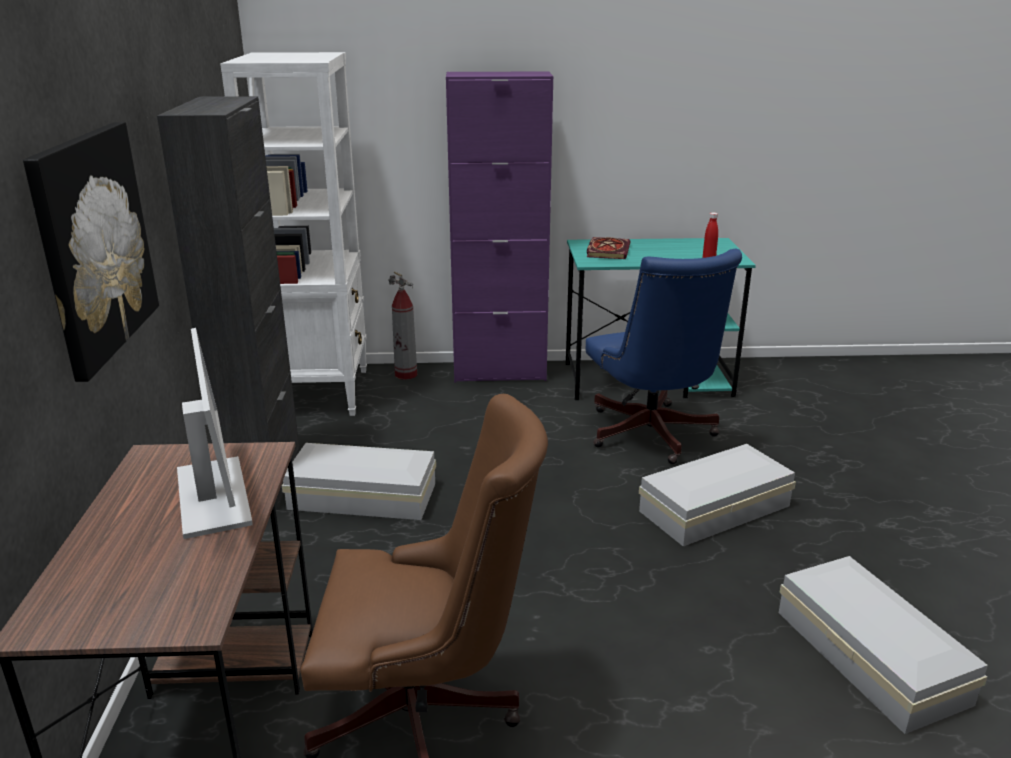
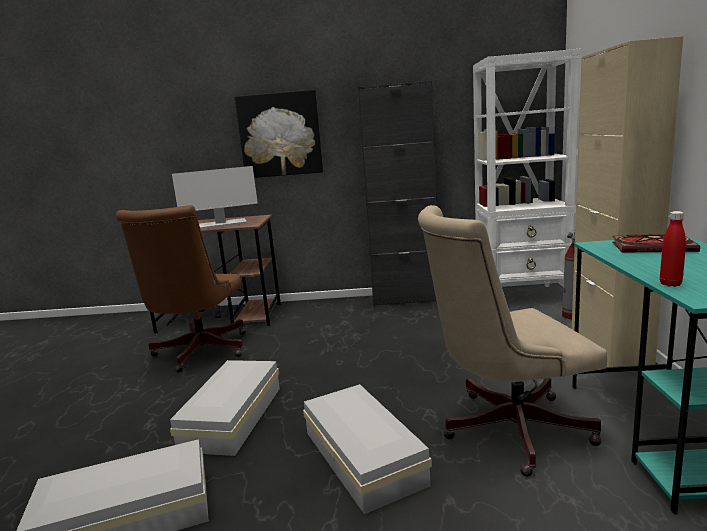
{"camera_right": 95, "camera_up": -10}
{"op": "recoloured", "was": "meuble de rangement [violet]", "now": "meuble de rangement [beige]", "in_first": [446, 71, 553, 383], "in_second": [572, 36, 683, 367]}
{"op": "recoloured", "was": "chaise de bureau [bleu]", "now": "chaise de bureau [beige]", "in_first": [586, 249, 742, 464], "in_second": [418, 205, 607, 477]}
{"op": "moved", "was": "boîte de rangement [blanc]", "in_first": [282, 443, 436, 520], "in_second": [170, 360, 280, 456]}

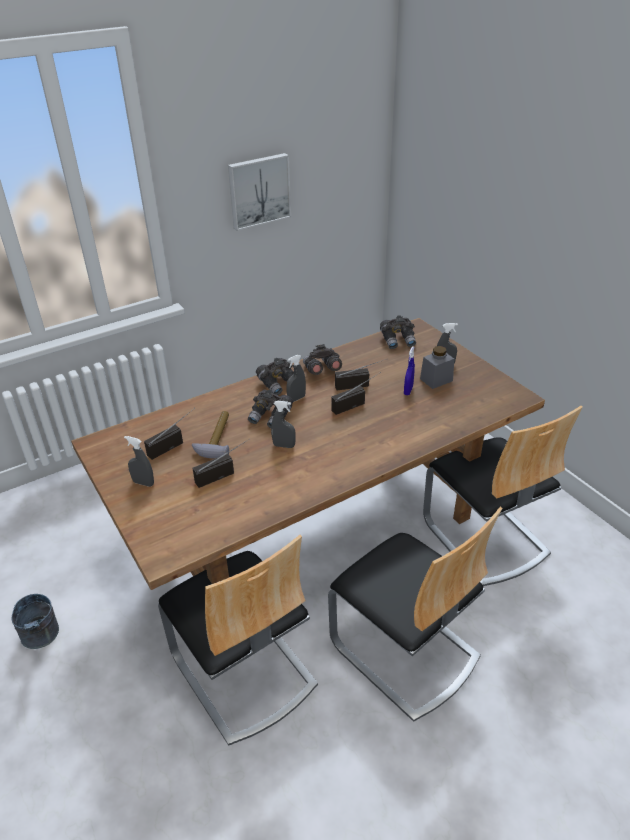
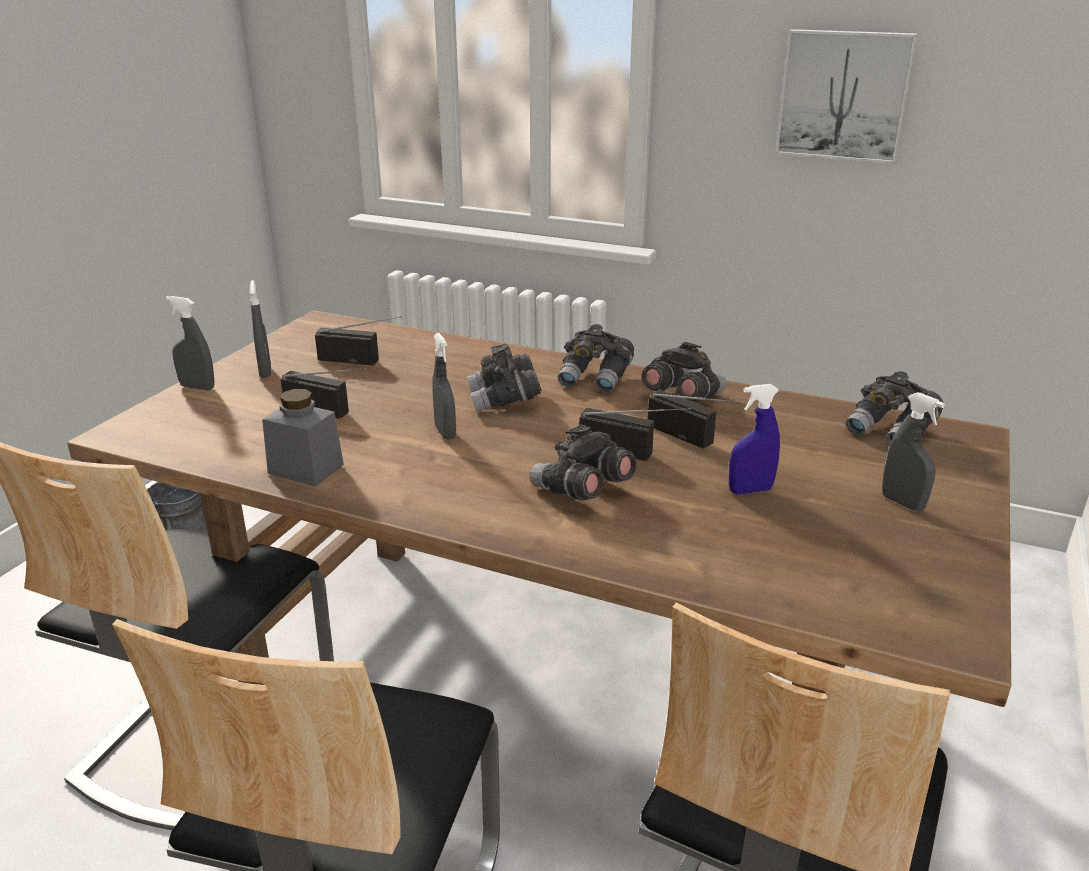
{"camera_right": 55, "camera_up": -10}
{"op": "moved", "was": "bocal [gris]", "in_first": [420, 346, 454, 389], "in_second": [262, 389, 344, 486]}
{"op": "moved", "was": "vaporisateur [gris]", "in_first": [286, 355, 306, 402], "in_second": [166, 296, 215, 390]}
{"op": "removed", "was": "marteau", "in_first": [192, 411, 229, 459]}
{"op": "added", "now": "jumelles [gris]", "in_second": [529, 424, 636, 501]}

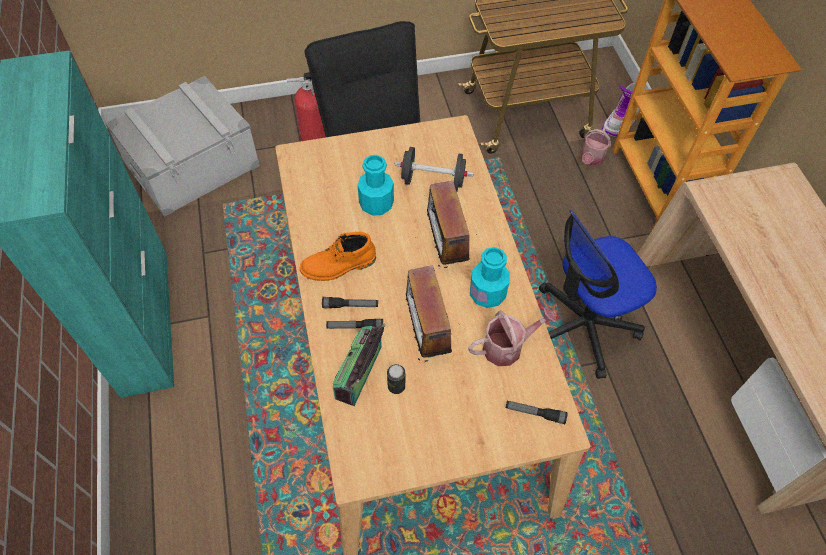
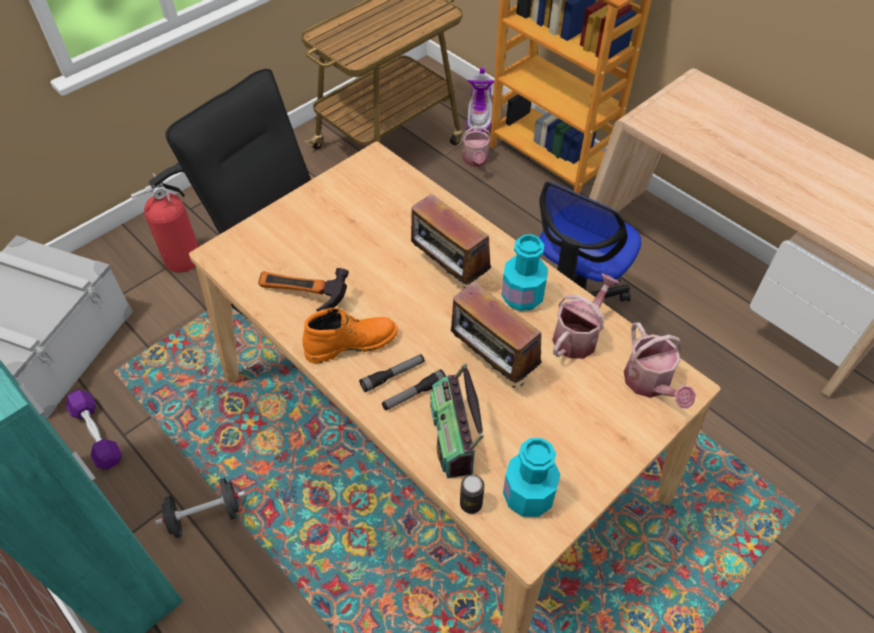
{"camera_right": -30, "camera_up": -5}
{"op": "moved", "was": "haltère [noir]", "in_first": [395, 147, 473, 192], "in_second": [155, 478, 245, 538]}
{"op": "moved", "was": "bouteille [turquoise]", "in_first": [358, 155, 394, 216], "in_second": [503, 438, 560, 517]}
{"op": "turned", "was": "botte [orange]", "in_first": [300, 232, 376, 281], "in_second": [303, 308, 398, 364], "clockwise": -150}
{"op": "moved", "was": "boîte métallique", "in_first": [387, 364, 405, 394], "in_second": [460, 475, 485, 514]}
{"op": "replaced", "was": "lampe de poche", "now": "arrosoir", "in_first": [506, 401, 568, 424], "in_second": [624, 322, 696, 409]}
{"op": "added", "now": "marteau", "in_second": [258, 268, 349, 312]}
{"op": "added", "now": "haltère [violet]", "in_second": [66, 390, 122, 470]}

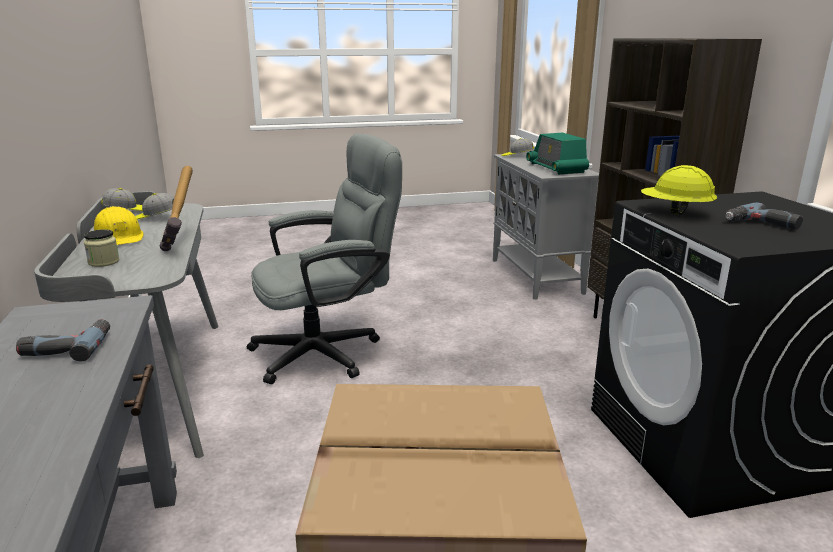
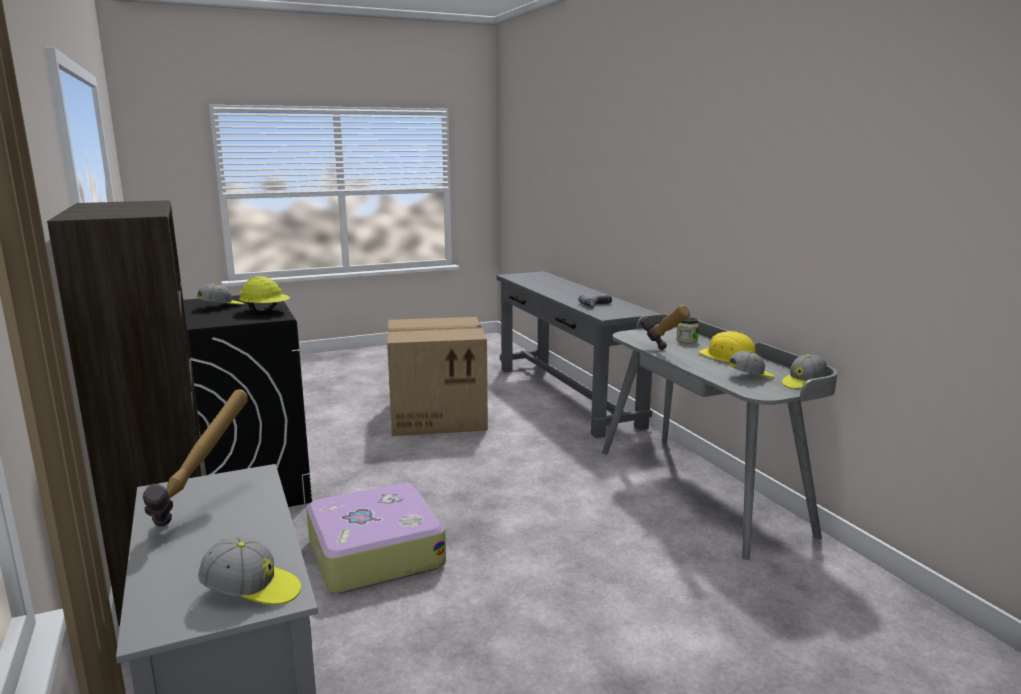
{"camera_right": 170, "camera_up": -5}
{"op": "removed", "was": "chaise de bureau [gris]", "in_first": [247, 133, 402, 384]}
{"op": "replaced", "was": "radio", "now": "marteau", "in_first": [526, 133, 589, 175], "in_second": [143, 389, 248, 526]}
{"op": "replaced", "was": "perceuse", "now": "casquette", "in_first": [725, 202, 803, 230], "in_second": [197, 283, 244, 305]}
{"op": "added", "now": "valise", "in_second": [306, 482, 446, 593]}

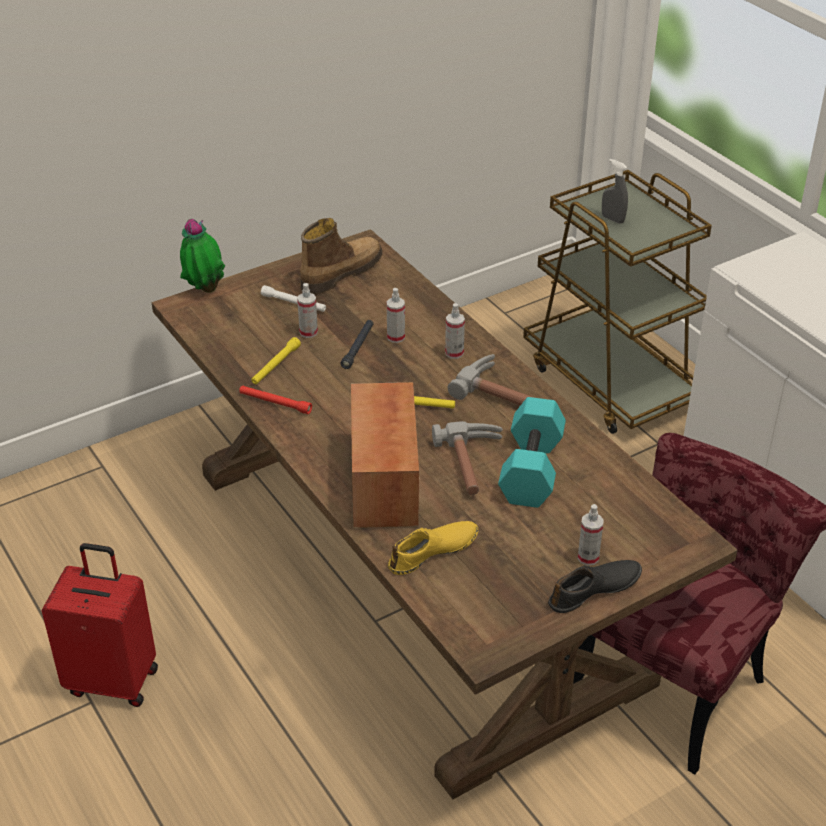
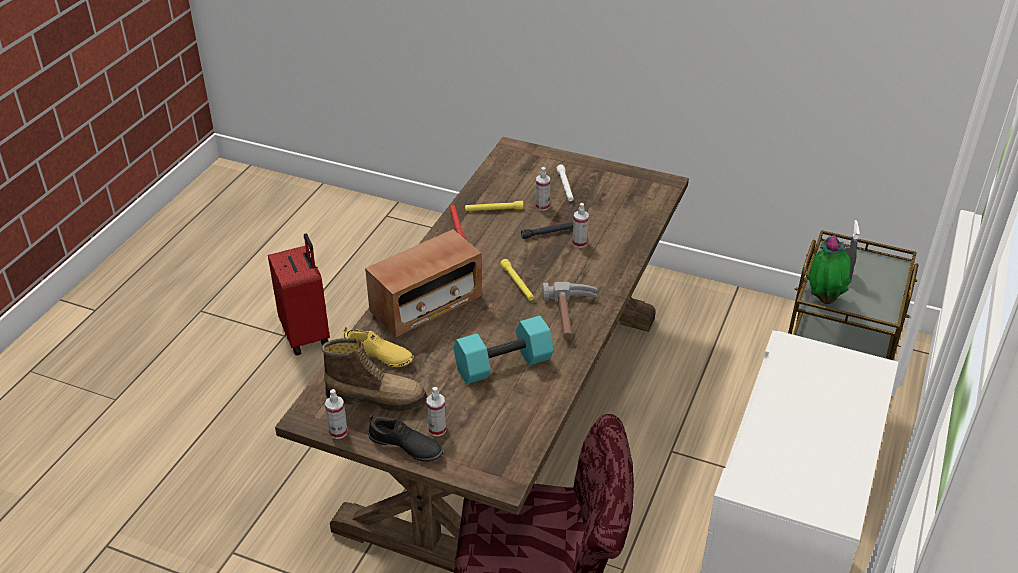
{"camera_right": 55, "camera_up": 0}
{"op": "moved", "was": "botte", "in_first": [300, 218, 382, 295], "in_second": [322, 338, 427, 412]}
{"op": "moved", "was": "plante en pot", "in_first": [180, 219, 225, 293], "in_second": [806, 235, 852, 304]}
{"op": "moved", "was": "vaporisateur", "in_first": [445, 303, 465, 359], "in_second": [325, 389, 348, 439]}
{"op": "removed", "was": "marteau", "in_first": [432, 421, 503, 495]}

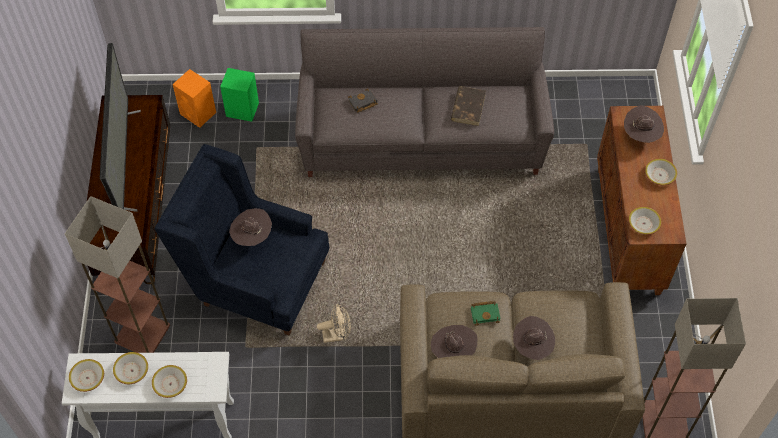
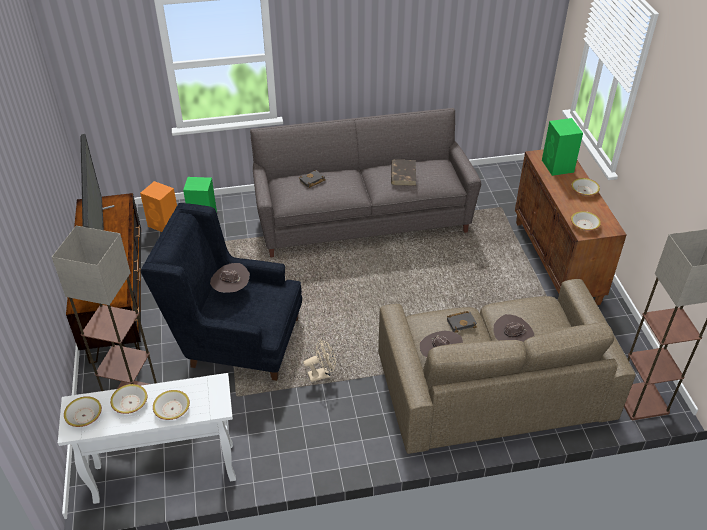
{"camera_right": -10, "camera_up": -15}
{"op": "replaced", "was": "chapeau [marron]", "now": "enceinte [vert]", "in_first": [624, 105, 664, 143], "in_second": [542, 118, 583, 176]}
{"op": "recoloured", "was": "livre [vert]", "now": "livre [noir]", "in_first": [471, 301, 501, 326], "in_second": [447, 311, 477, 333]}

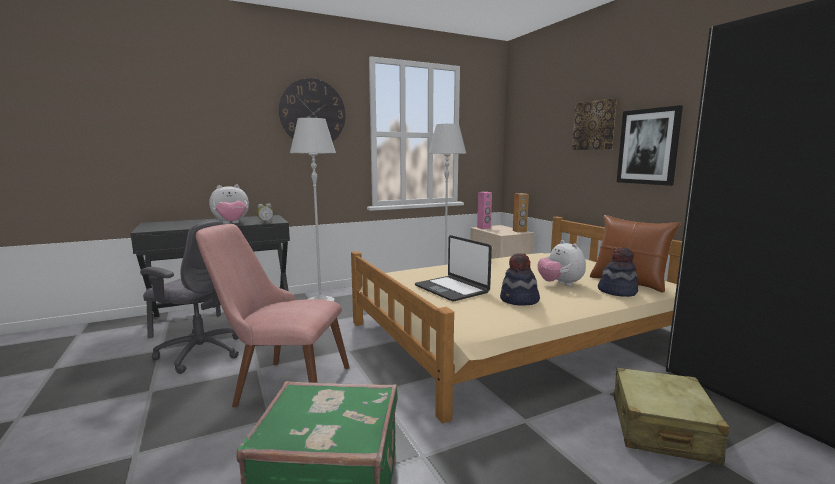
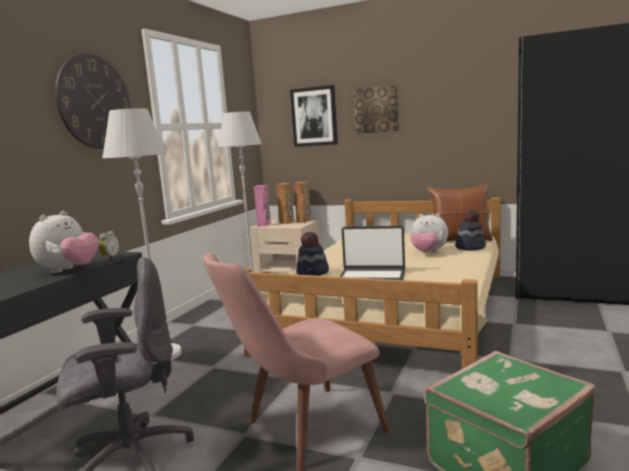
{"camera_right": -40, "camera_up": 0}
{"op": "moved", "was": "tableau", "in_first": [617, 105, 683, 186], "in_second": [290, 85, 338, 147]}
{"op": "moved", "was": "chapeau", "in_first": [500, 254, 540, 306], "in_second": [296, 231, 329, 276]}
{"op": "removed", "was": "valise [beige]", "in_first": [614, 368, 729, 465]}
{"op": "added", "now": "enceinte [marron]", "in_second": [276, 183, 294, 224]}

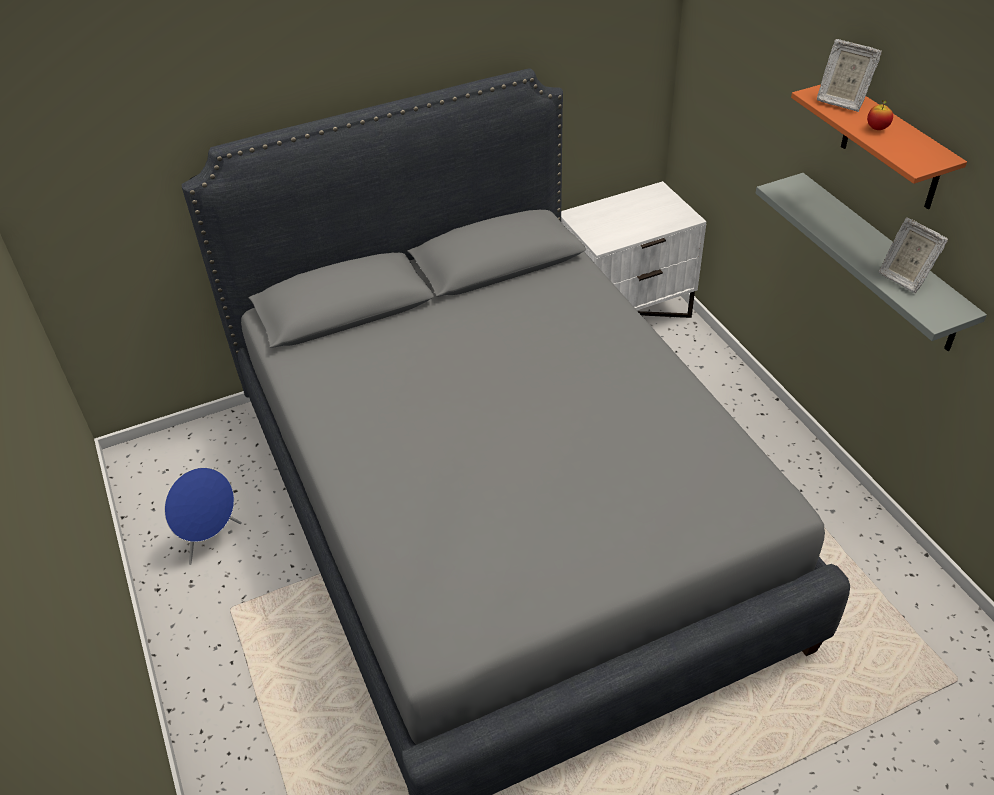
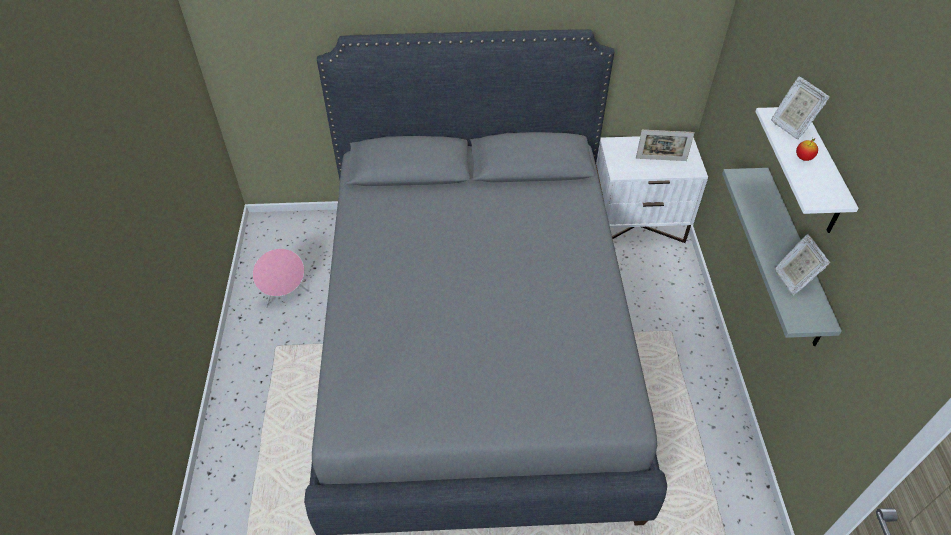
{"camera_right": 20, "camera_up": 5}
{"op": "recoloured", "was": "étagère [orange]", "now": "étagère [blanc]", "in_first": [791, 85, 967, 209], "in_second": [755, 107, 859, 233]}
{"op": "recoloured", "was": "enceinte [bleu]", "now": "enceinte [rose]", "in_first": [164, 467, 242, 565], "in_second": [252, 248, 309, 308]}
{"op": "added", "now": "cadre photo", "in_second": [636, 130, 695, 161]}

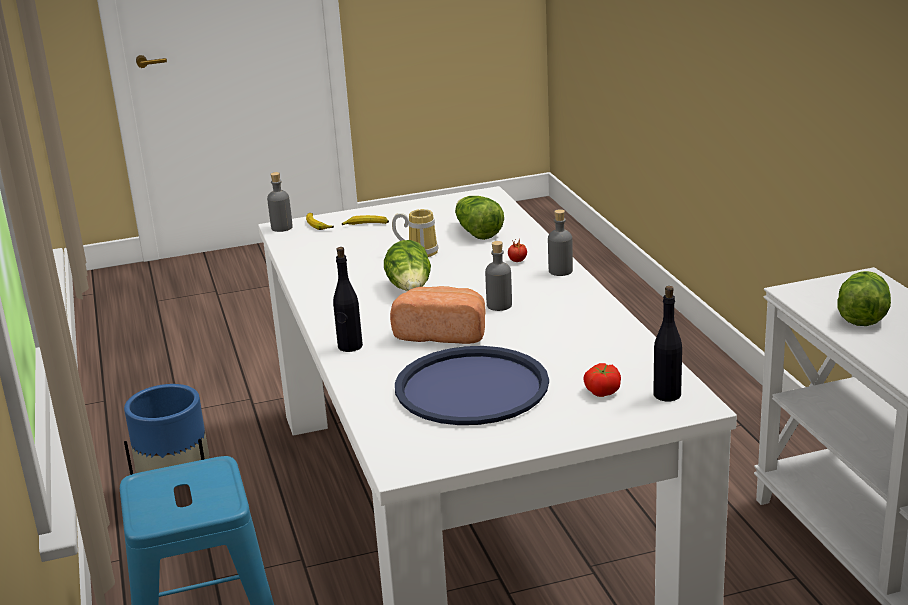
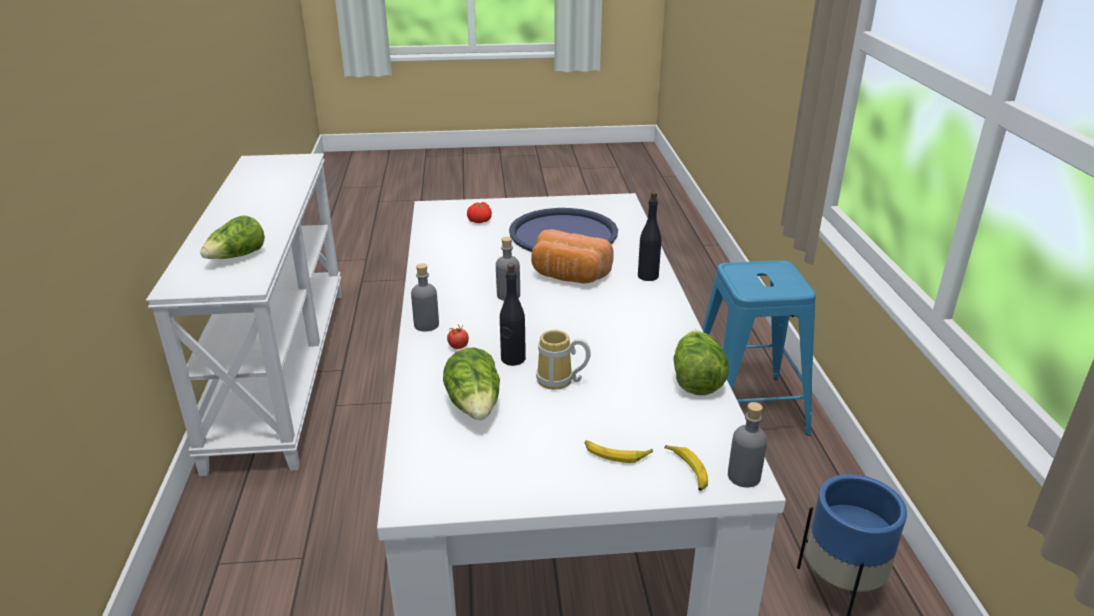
{"camera_right": -170, "camera_up": 5}
{"op": "moved", "was": "laitue", "in_first": [384, 240, 431, 291], "in_second": [673, 330, 729, 395]}
{"op": "moved", "was": "bouteille [noir]", "in_first": [653, 286, 682, 401], "in_second": [500, 263, 526, 366]}

